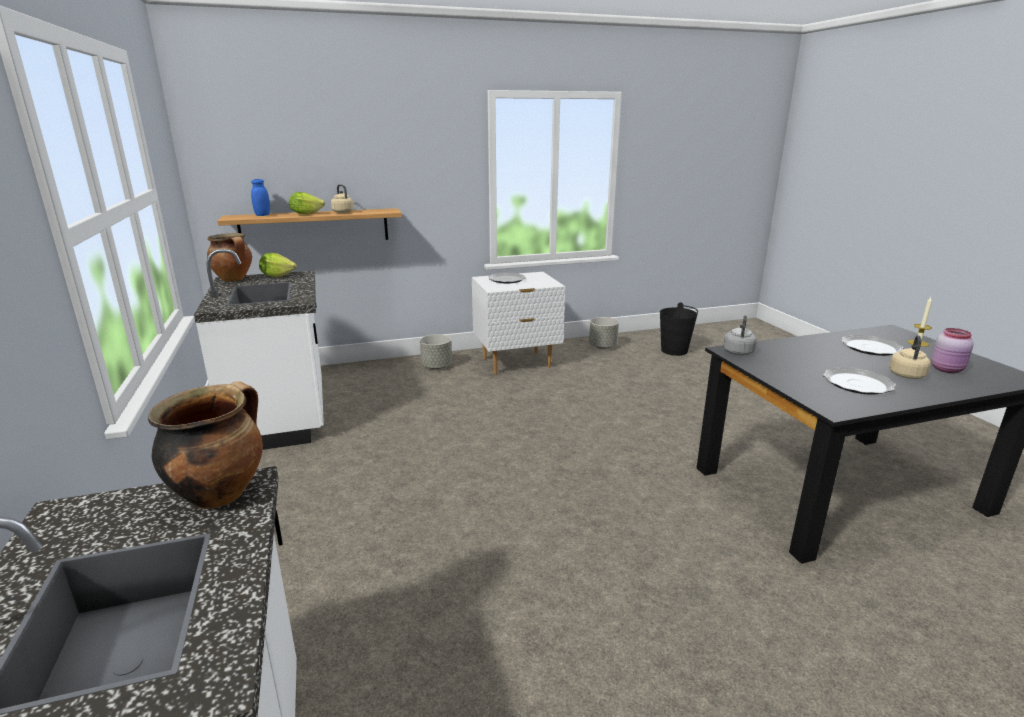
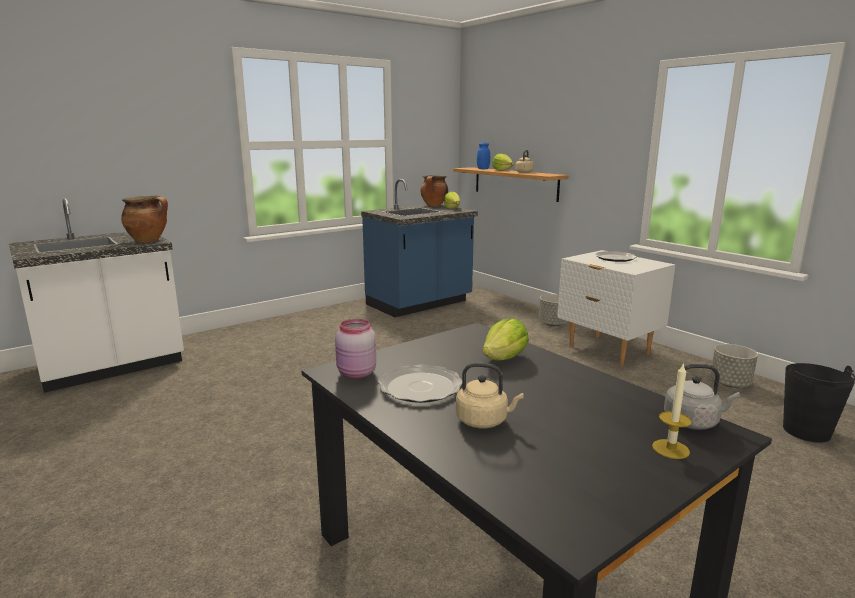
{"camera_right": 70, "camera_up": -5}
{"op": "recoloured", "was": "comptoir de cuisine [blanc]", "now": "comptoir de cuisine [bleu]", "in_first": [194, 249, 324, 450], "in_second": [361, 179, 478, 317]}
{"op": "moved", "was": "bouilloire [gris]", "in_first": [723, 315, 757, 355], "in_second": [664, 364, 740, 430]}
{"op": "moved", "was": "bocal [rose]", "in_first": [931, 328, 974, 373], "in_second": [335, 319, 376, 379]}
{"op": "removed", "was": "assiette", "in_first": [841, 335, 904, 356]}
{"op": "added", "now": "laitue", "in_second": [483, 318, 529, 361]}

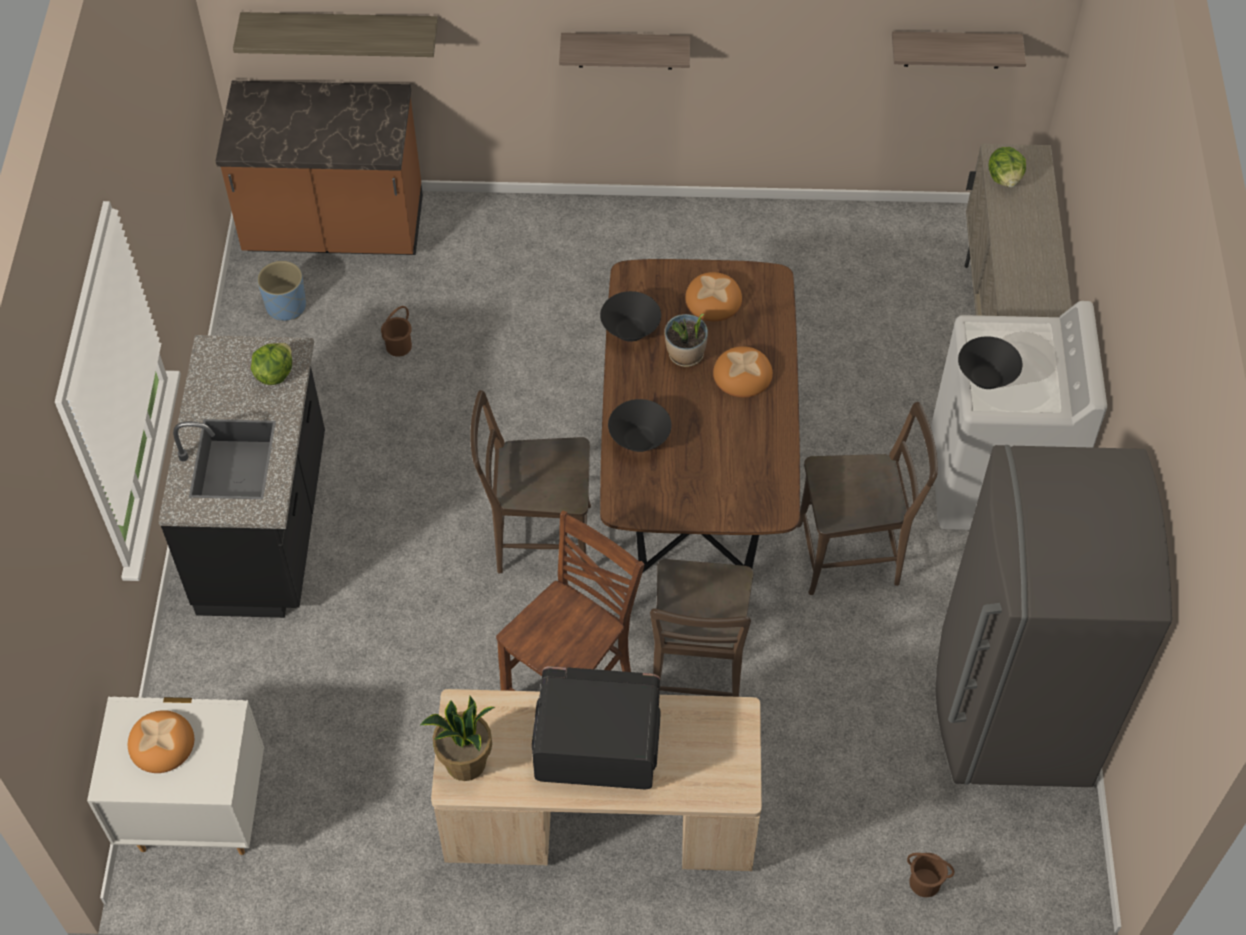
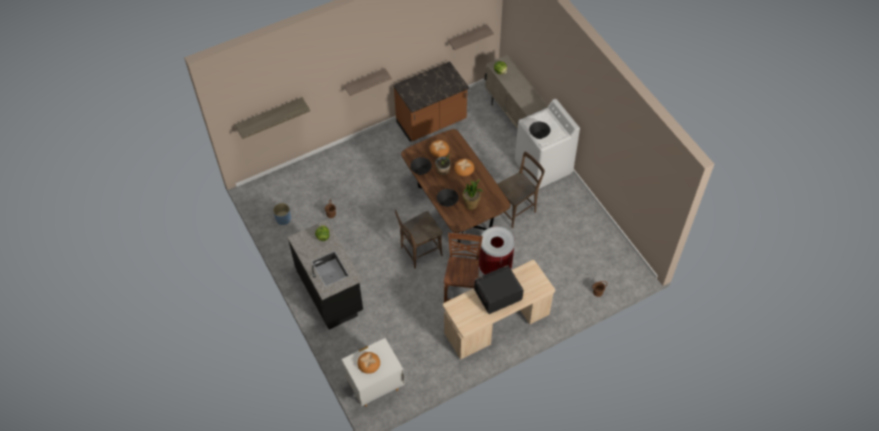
{"camera_right": -30, "camera_up": 0}
{"op": "moved", "was": "comptoir de cuisine [marron]", "in_first": [216, 81, 423, 255], "in_second": [393, 61, 469, 142]}
{"op": "removed", "was": "réfrigérateur [gris]", "in_first": [936, 445, 1172, 787]}
{"op": "replaced", "was": "chaise [marron]", "now": "poubelle", "in_first": [650, 559, 754, 697], "in_second": [479, 226, 515, 274]}
{"op": "moved", "was": "plante en pot", "in_first": [420, 696, 495, 781], "in_second": [463, 179, 483, 210]}

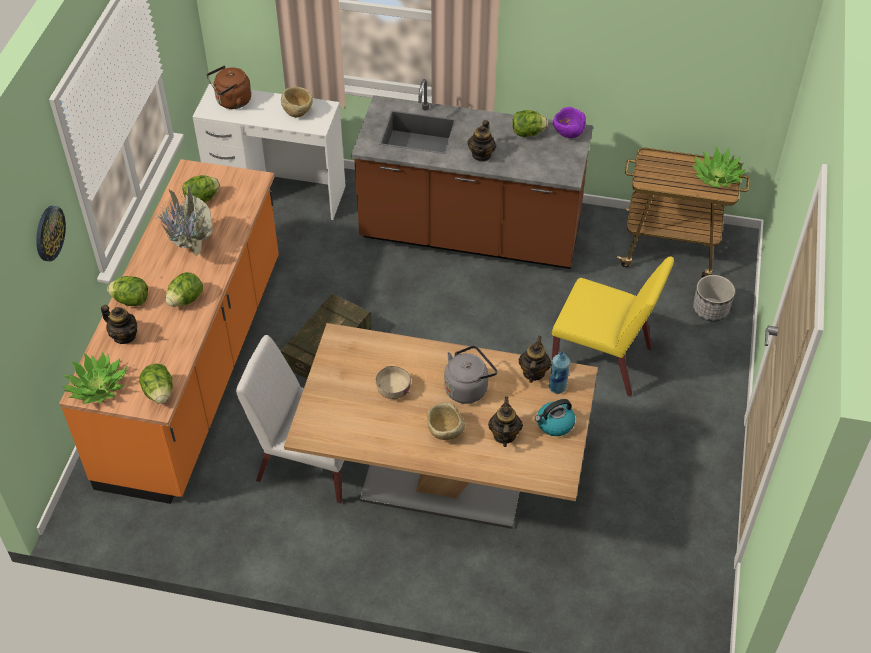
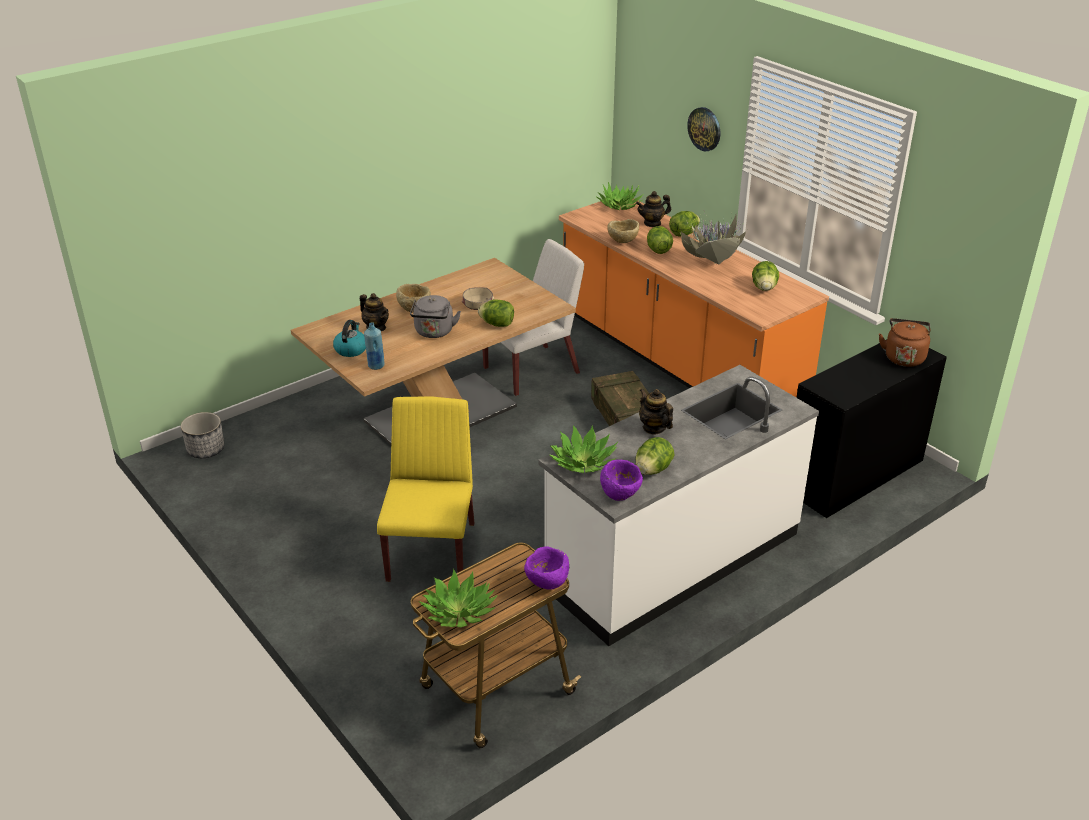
{"camera_right": 130, "camera_up": -15}
{"op": "recoloured", "was": "comptoir de cuisine [marron]", "now": "comptoir de cuisine [blanc]", "in_first": [351, 79, 593, 269], "in_second": [538, 365, 819, 646]}
{"op": "recoloured", "was": "bureau [blanc]", "now": "bureau [noir]", "in_first": [193, 84, 346, 220], "in_second": [796, 343, 947, 518]}
{"op": "moved", "was": "bol [beige]", "in_first": [281, 86, 313, 118], "in_second": [607, 219, 639, 243]}
{"op": "turned", "was": "chaise [jaune]", "in_first": [552, 257, 674, 397], "in_second": [377, 396, 474, 582], "clockwise": 120}
{"op": "moved", "was": "cache-pot", "in_first": [693, 275, 735, 321], "in_second": [181, 412, 224, 458]}
{"op": "removed", "was": "théière", "in_first": [519, 336, 551, 383]}
{"op": "moved", "was": "laitue", "in_first": [139, 363, 172, 404], "in_second": [478, 299, 514, 327]}
{"op": "added", "now": "plante en pot", "in_second": [549, 425, 618, 473]}
{"op": "added", "now": "bol [violet]", "in_second": [524, 546, 569, 590]}

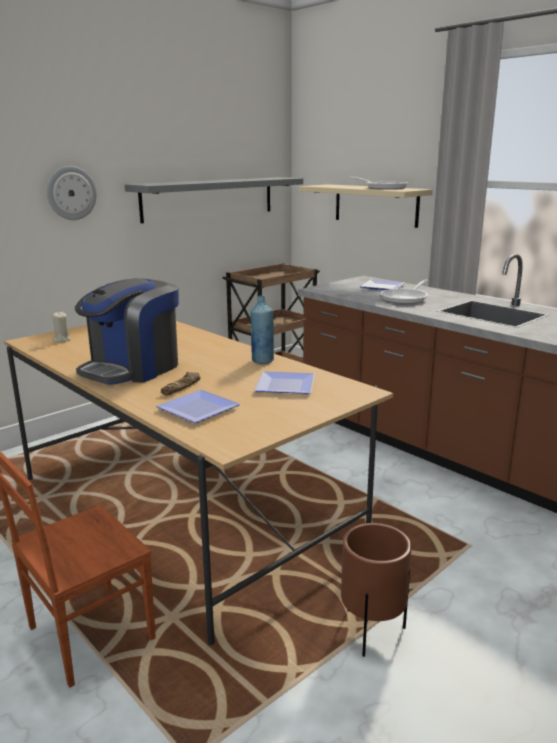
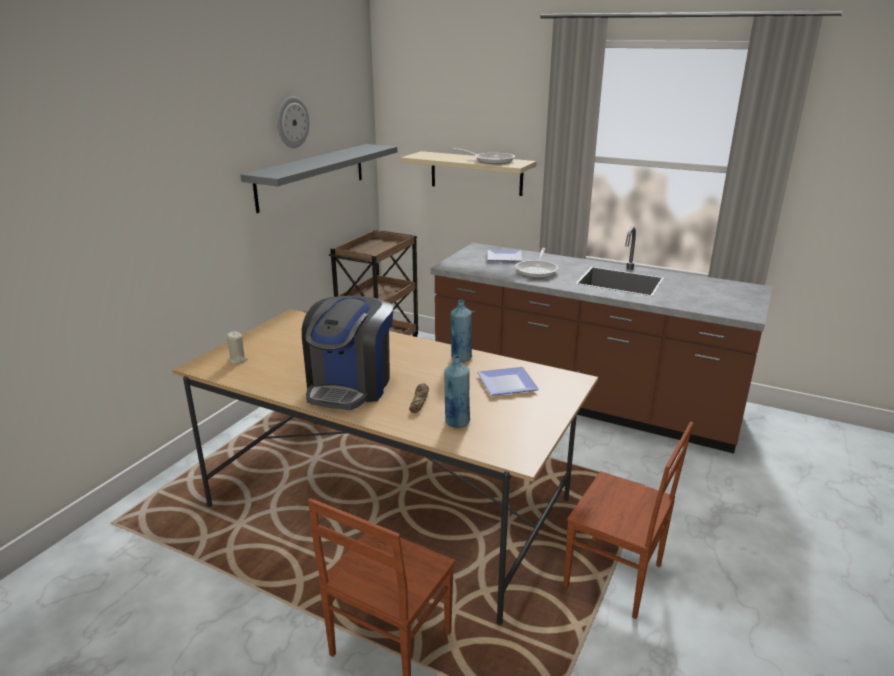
{"camera_right": -20, "camera_up": 5}
{"op": "moved", "was": "horloge murale", "in_first": [47, 166, 97, 220], "in_second": [277, 97, 309, 148]}
{"op": "replaced", "was": "assiette", "now": "bouteille [bleu]", "in_first": [156, 390, 240, 423], "in_second": [444, 355, 470, 428]}
{"op": "replaced", "was": "cache-pot [marron]", "now": "chaise [marron]", "in_first": [341, 523, 412, 657], "in_second": [563, 422, 693, 619]}

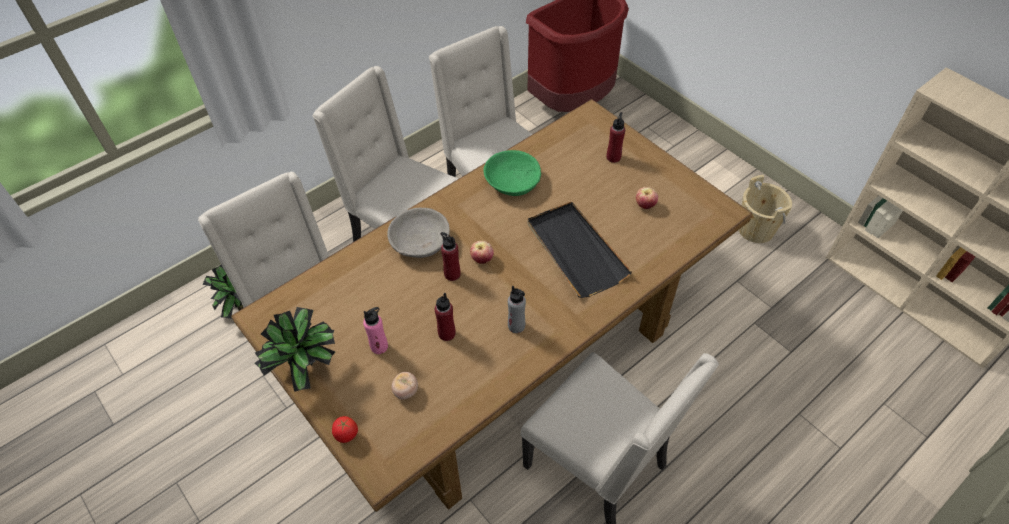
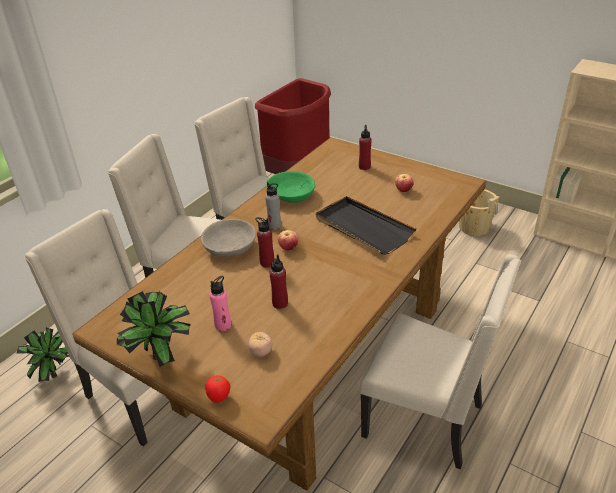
{"camera_right": -15, "camera_up": -15}
{"op": "moved", "was": "bouteille [gris]", "in_first": [508, 286, 526, 333], "in_second": [265, 182, 281, 230]}

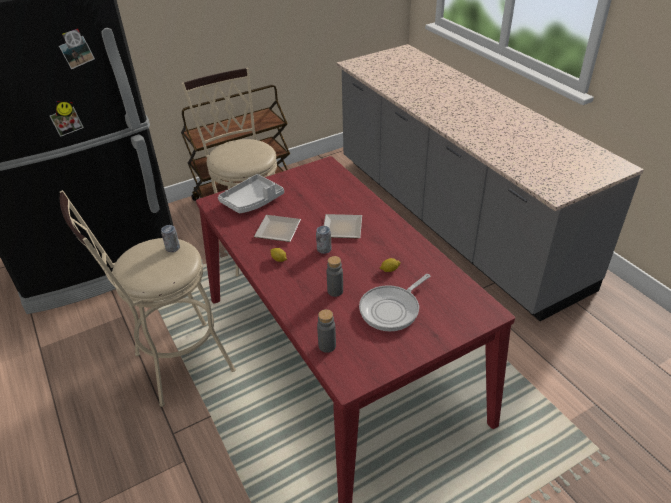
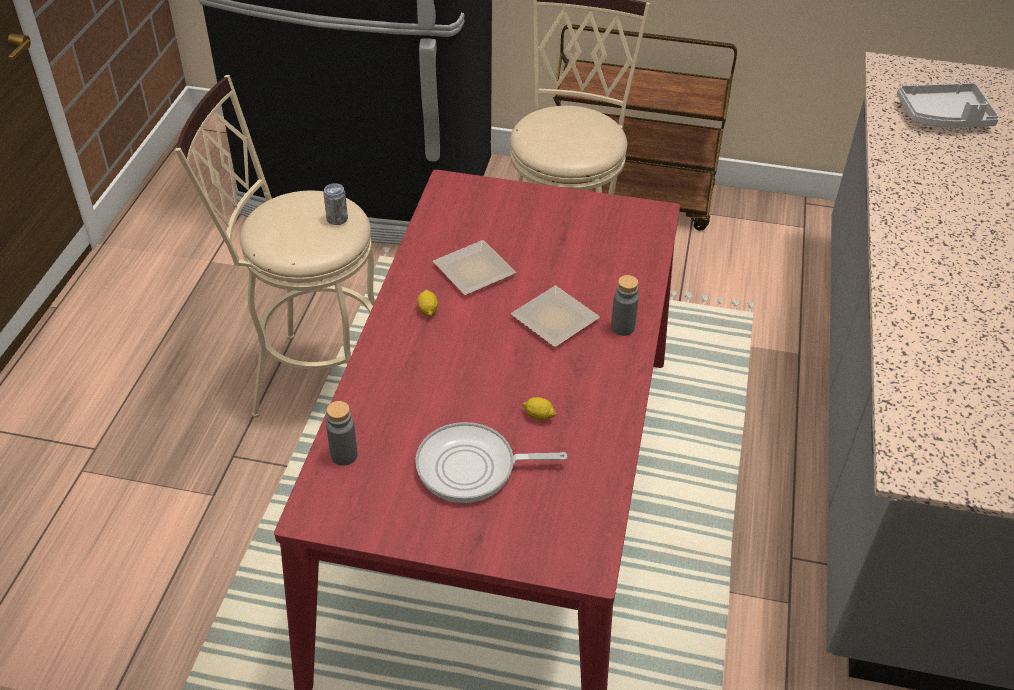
{"camera_right": 40, "camera_up": 5}
{"op": "moved", "was": "plateau [gris]", "in_first": [218, 174, 284, 213], "in_second": [897, 83, 999, 128]}
{"op": "removed", "was": "boîte métallique", "in_first": [316, 226, 332, 254]}
{"op": "moved", "was": "bouteille [gris]", "in_first": [326, 256, 343, 297], "in_second": [611, 275, 639, 336]}

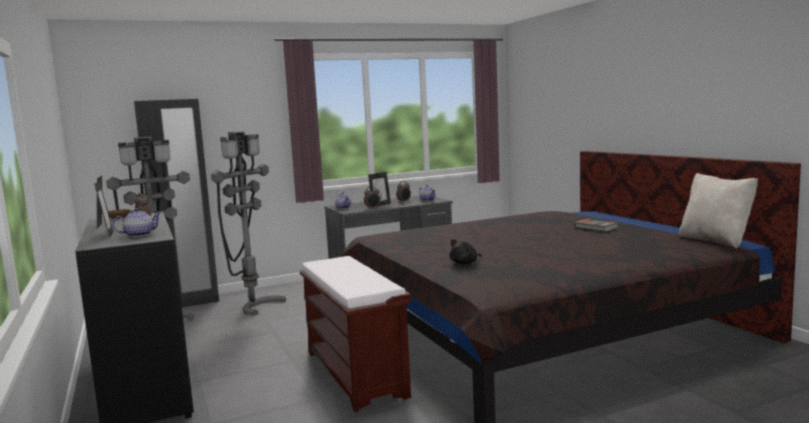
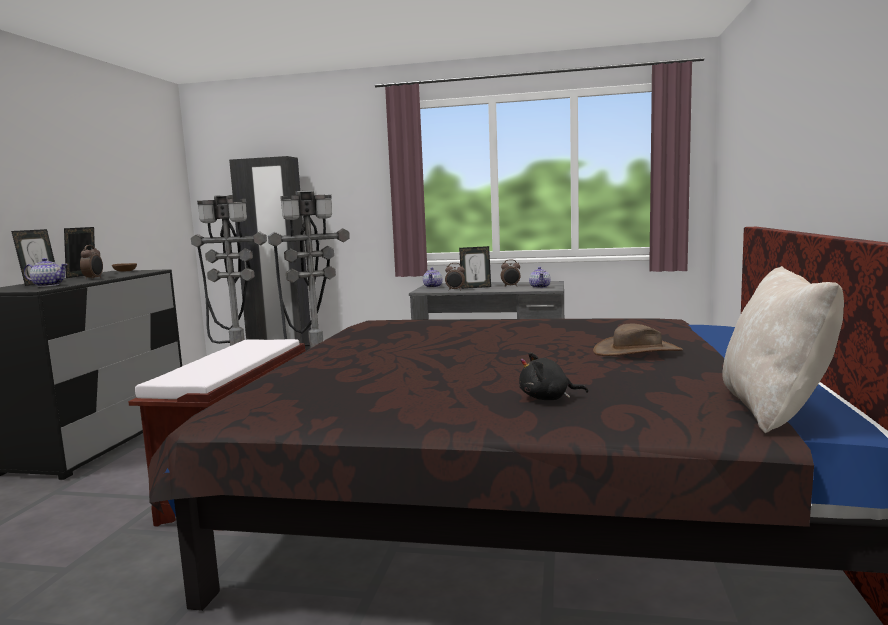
{"camera_right": 35, "camera_up": 0}
{"op": "replaced", "was": "livre", "now": "chapeau [marron]", "in_first": [575, 219, 619, 232], "in_second": [593, 324, 683, 356]}
{"op": "moved", "was": "peluche [noir]", "in_first": [449, 239, 482, 264], "in_second": [519, 352, 588, 400]}

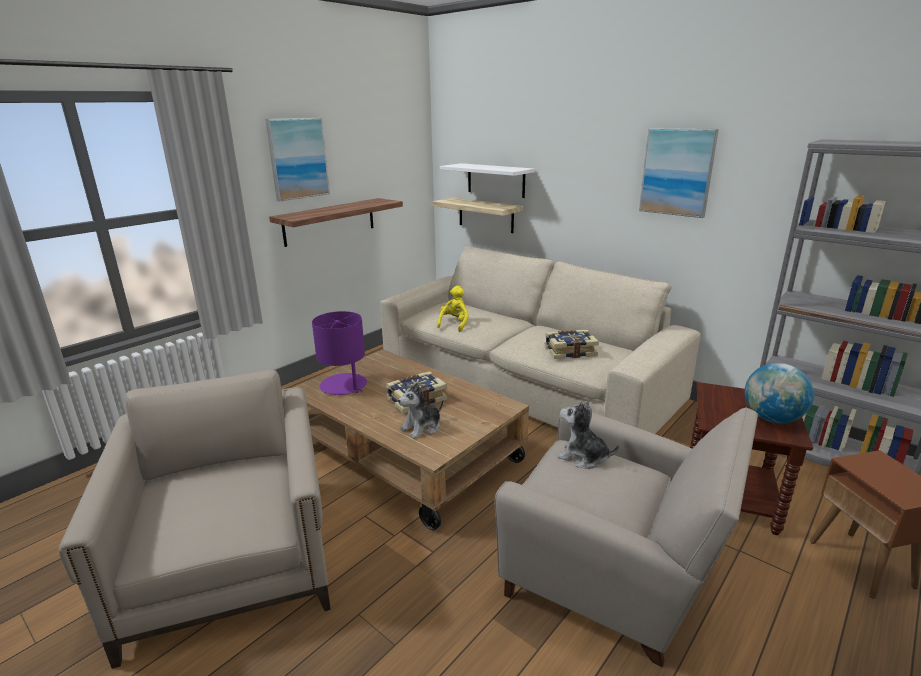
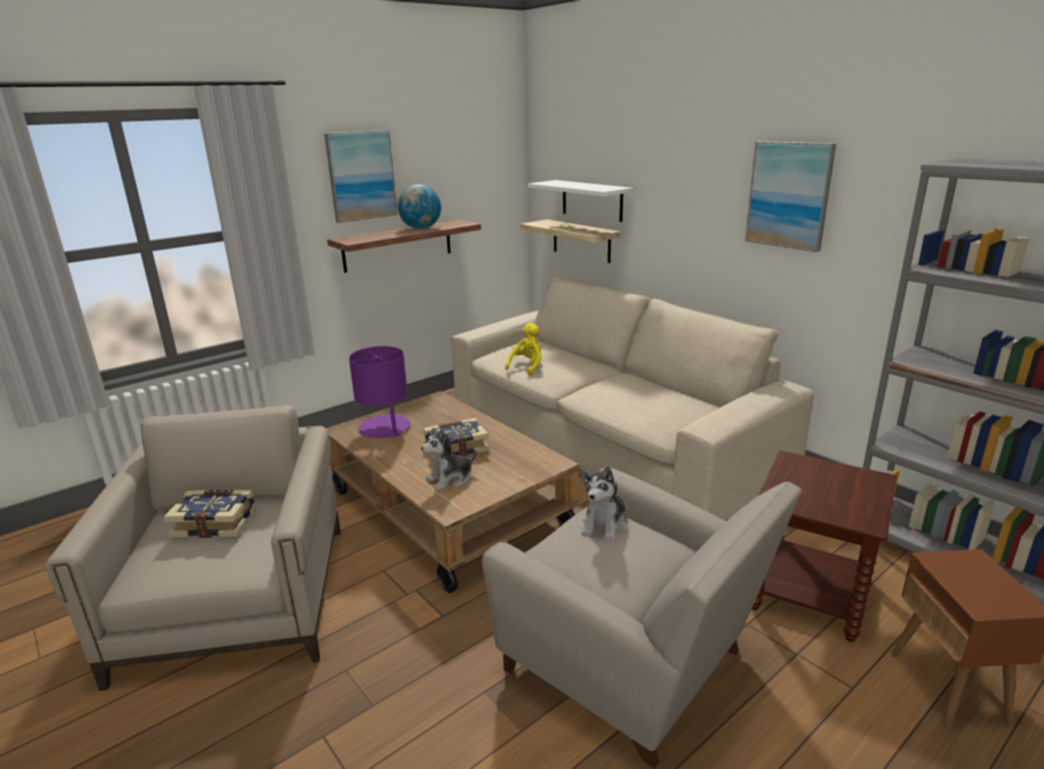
{"camera_right": 10, "camera_up": 0}
{"op": "moved", "was": "livre", "in_first": [545, 330, 599, 359], "in_second": [163, 489, 256, 538]}
{"op": "moved", "was": "globe", "in_first": [745, 363, 814, 423], "in_second": [398, 184, 441, 229]}
{"op": "turned", "was": "peluche", "in_first": [558, 399, 619, 469], "in_second": [581, 466, 628, 542], "clockwise": -105}

